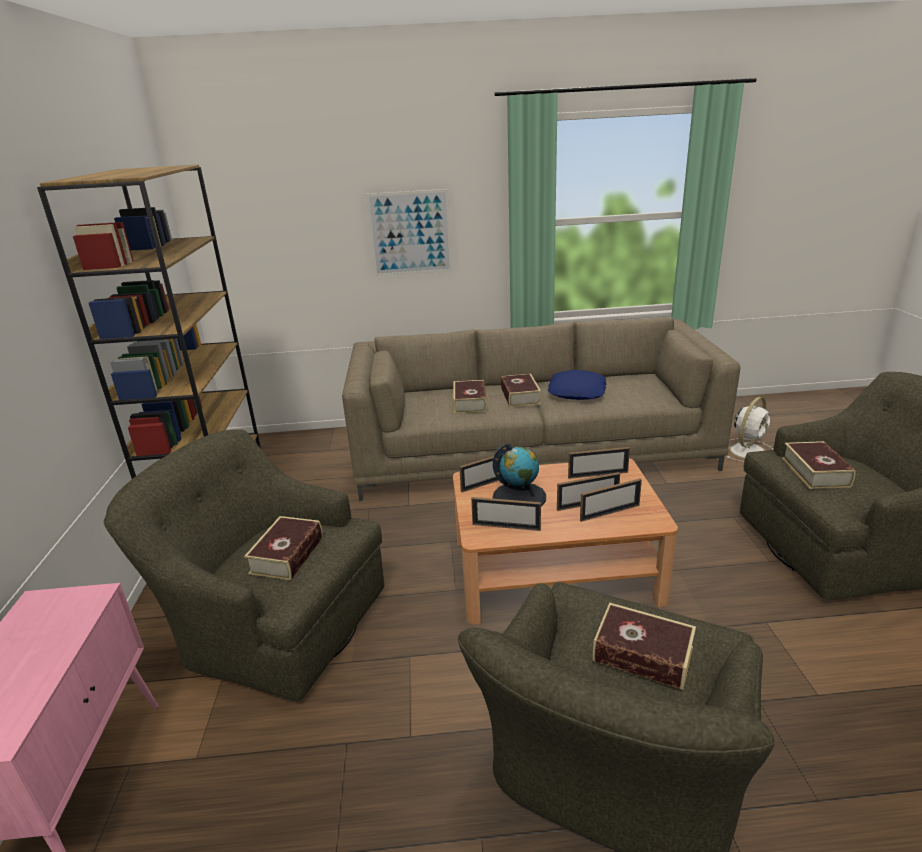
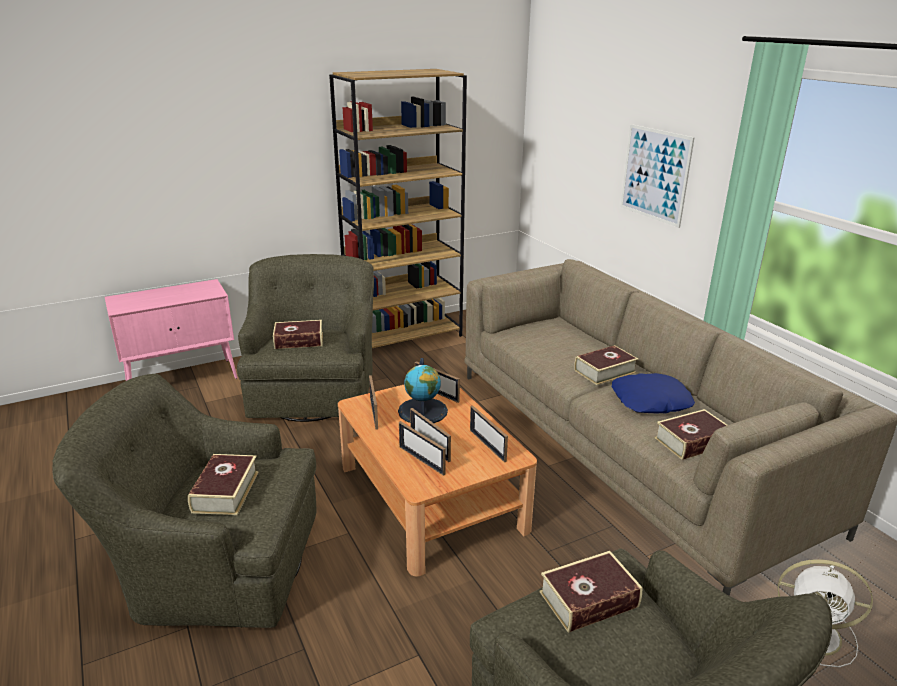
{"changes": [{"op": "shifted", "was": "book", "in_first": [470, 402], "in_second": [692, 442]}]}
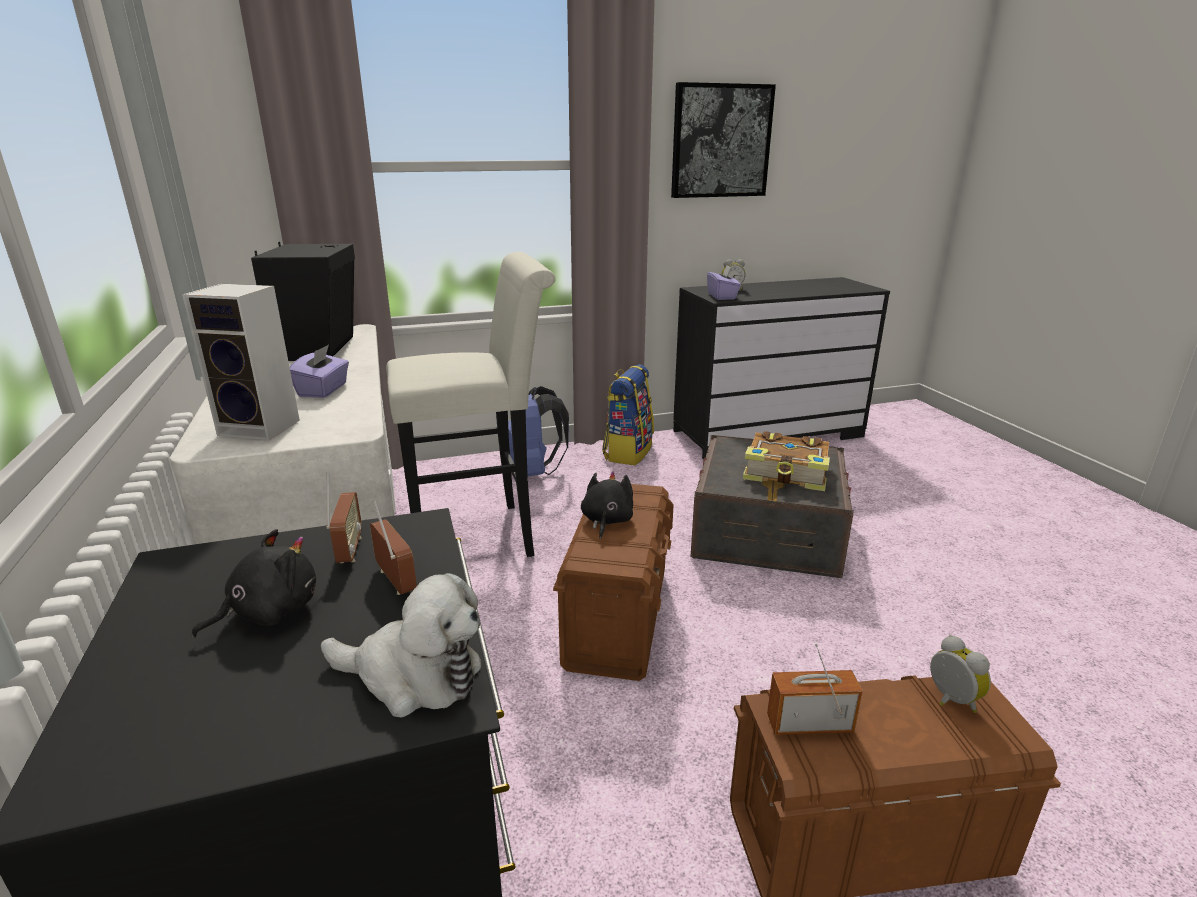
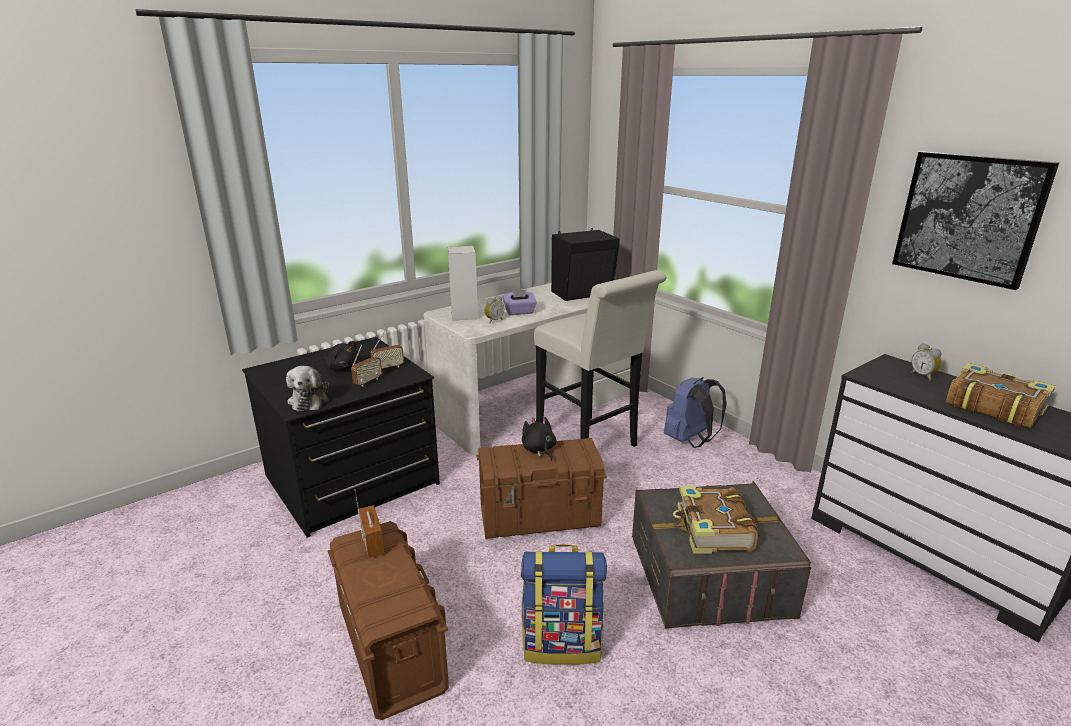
{"changes": [{"op": "gone", "was": "purple-coloured tissue box", "in_first": [722, 296]}, {"op": "shifted", "was": "rucksack", "in_first": [627, 452], "in_second": [562, 643]}, {"op": "rotated", "was": "black-coloured cuddly toy", "in_first": [606, 521], "in_second": [539, 450], "clockwise": -105}, {"op": "shifted", "was": "bedside clock", "in_first": [950, 700], "in_second": [494, 320]}, {"op": "new", "now": "book", "in_second": [992, 406]}]}
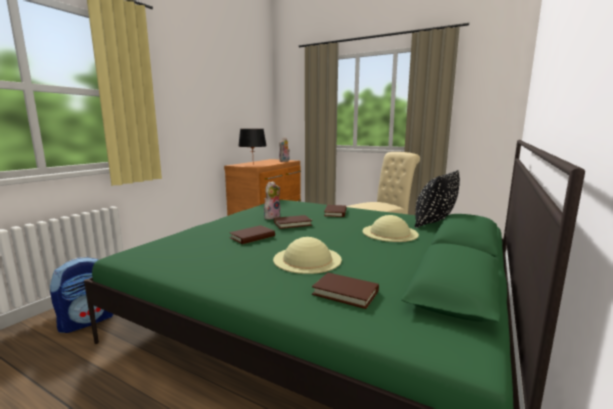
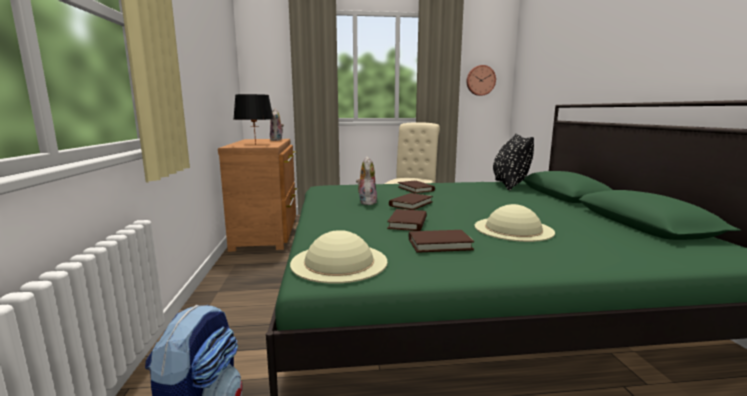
{"changes": [{"op": "shifted", "was": "beige-coloured hat", "in_first": [390, 232], "in_second": [339, 262]}, {"op": "shifted", "was": "brown book", "in_first": [345, 293], "in_second": [439, 244]}, {"op": "new", "now": "hanging clock", "in_second": [480, 80]}]}
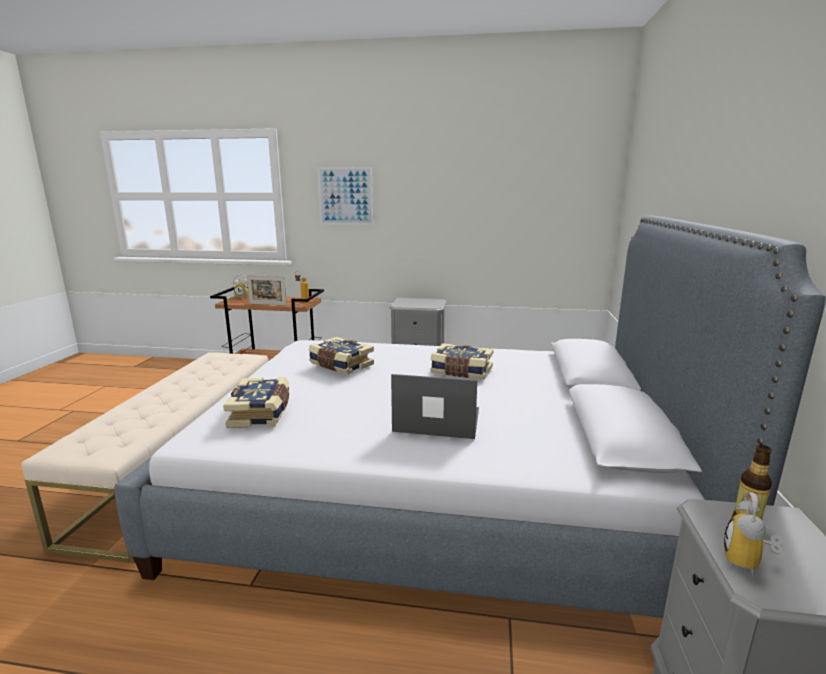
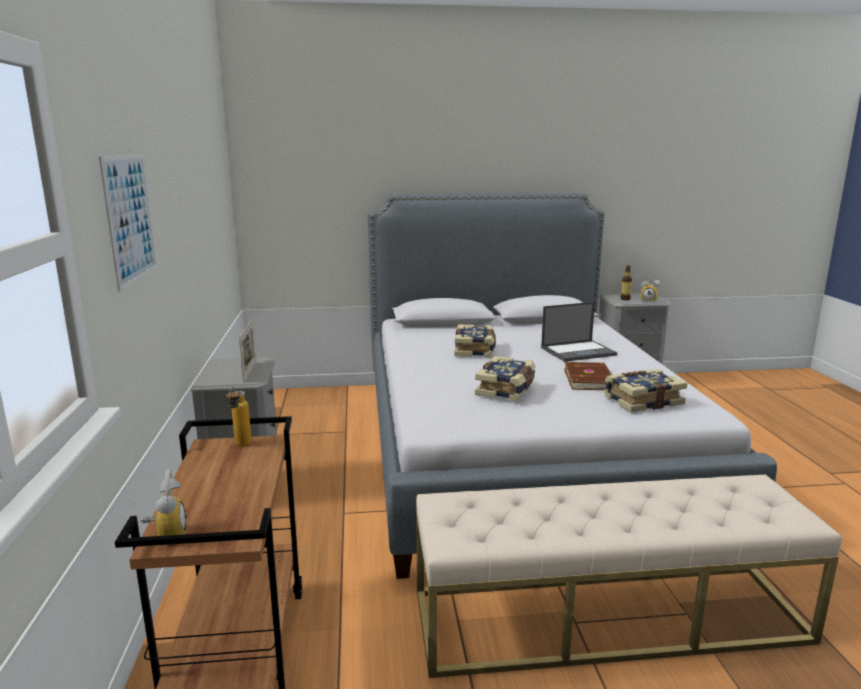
{"changes": [{"op": "shifted", "was": "picture frame", "in_first": [268, 304], "in_second": [249, 371]}, {"op": "rotated", "was": "portable computer", "in_first": [435, 421], "in_second": [578, 351], "clockwise": -105}, {"op": "new", "now": "brown book", "in_second": [590, 379]}]}
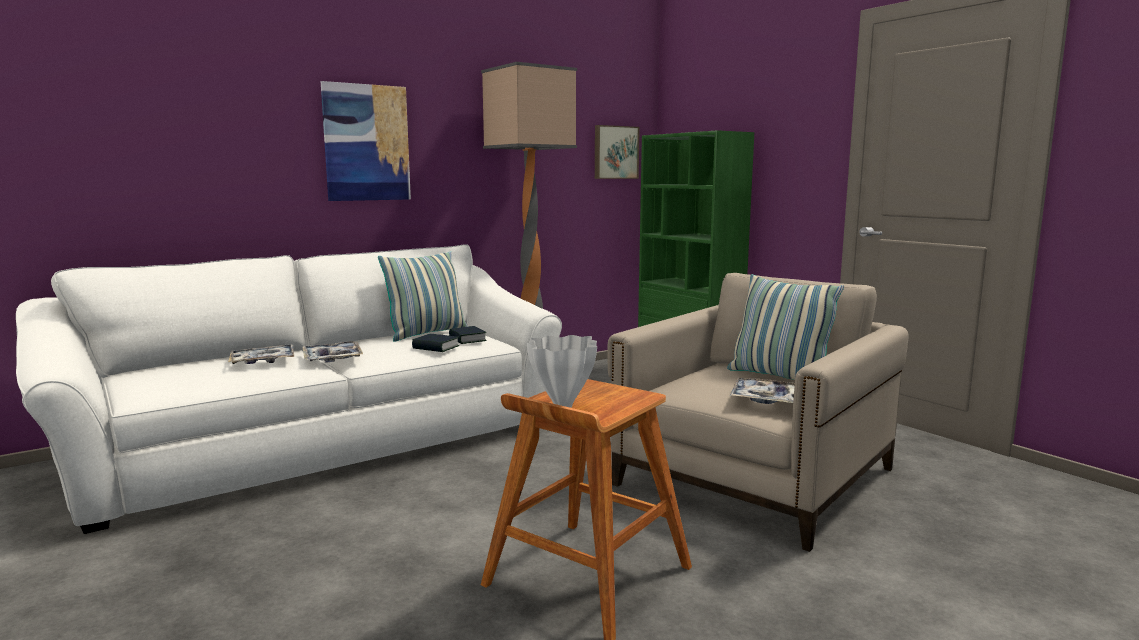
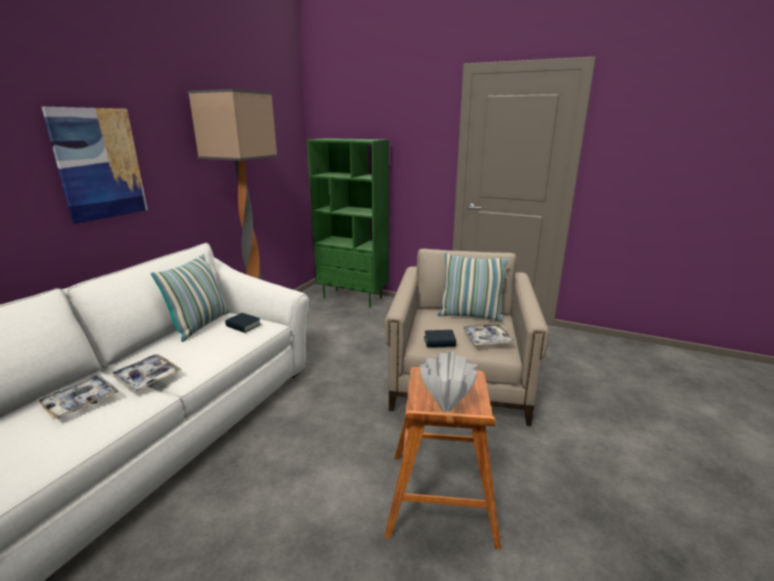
{"changes": [{"op": "gone", "was": "wall art", "in_first": [615, 152]}, {"op": "shifted", "was": "book", "in_first": [435, 347], "in_second": [439, 342]}]}
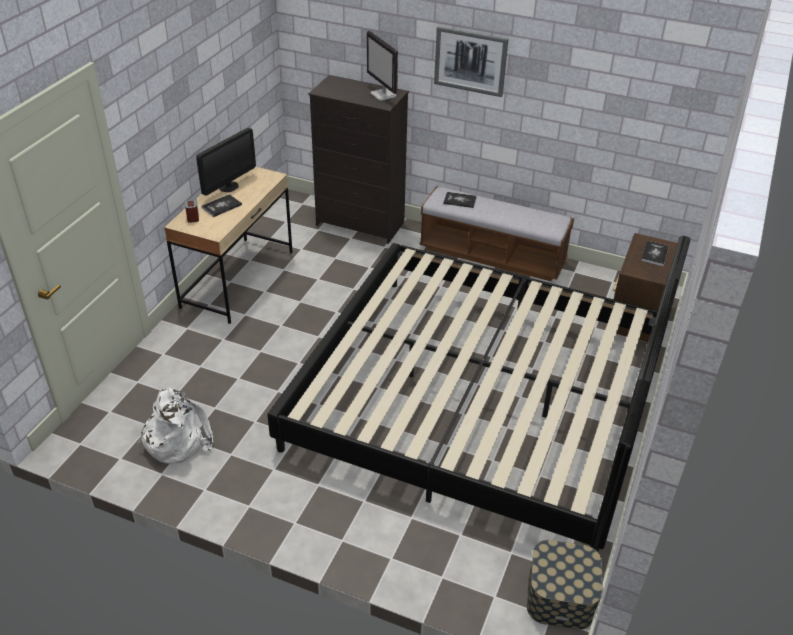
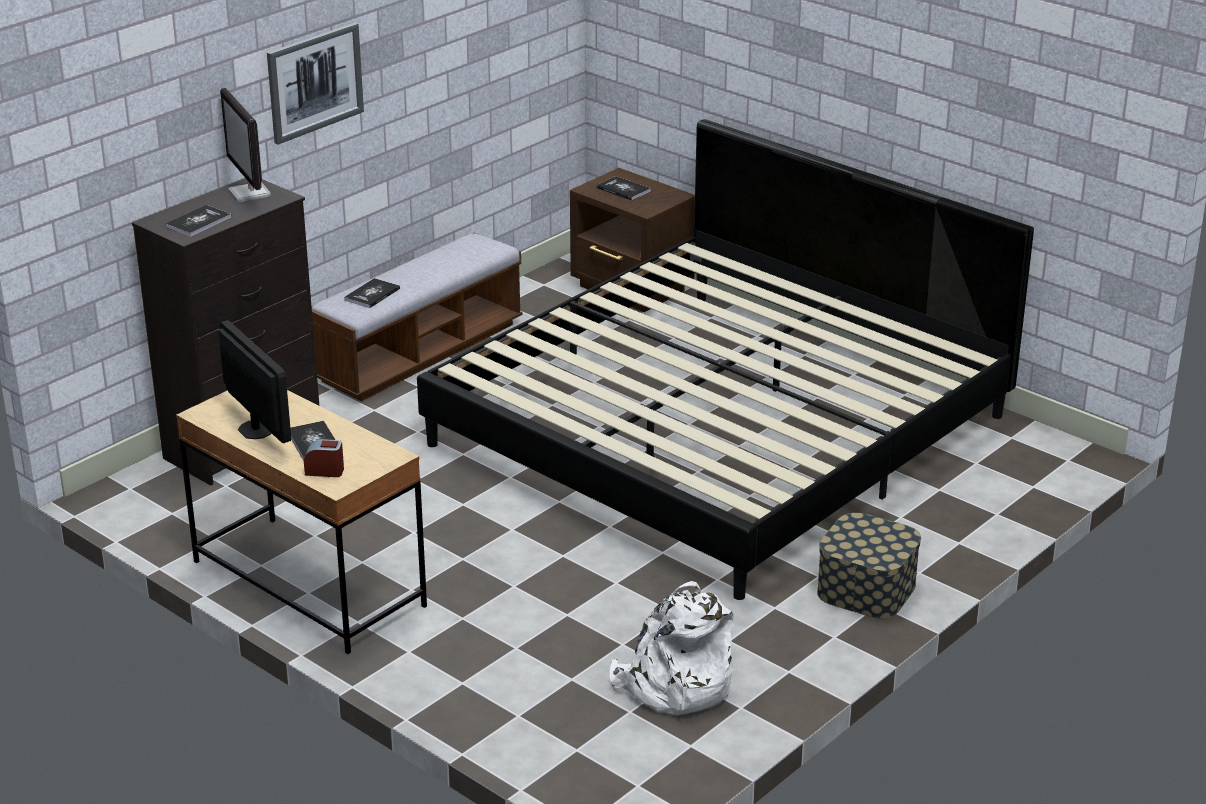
{"changes": [{"op": "rotated", "was": "computer display", "in_first": [383, 95], "in_second": [250, 193], "clockwise": 75}, {"op": "shifted", "was": "storage bin", "in_first": [560, 597], "in_second": [866, 588]}, {"op": "new", "now": "book", "in_second": [198, 222]}]}
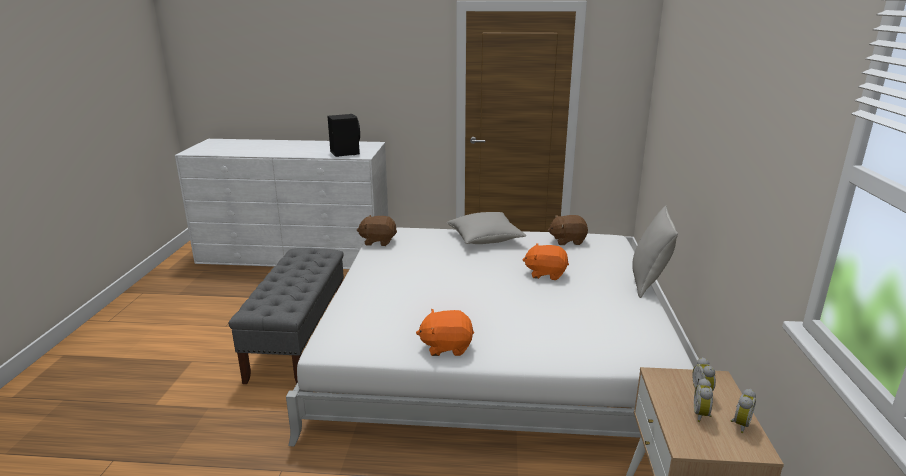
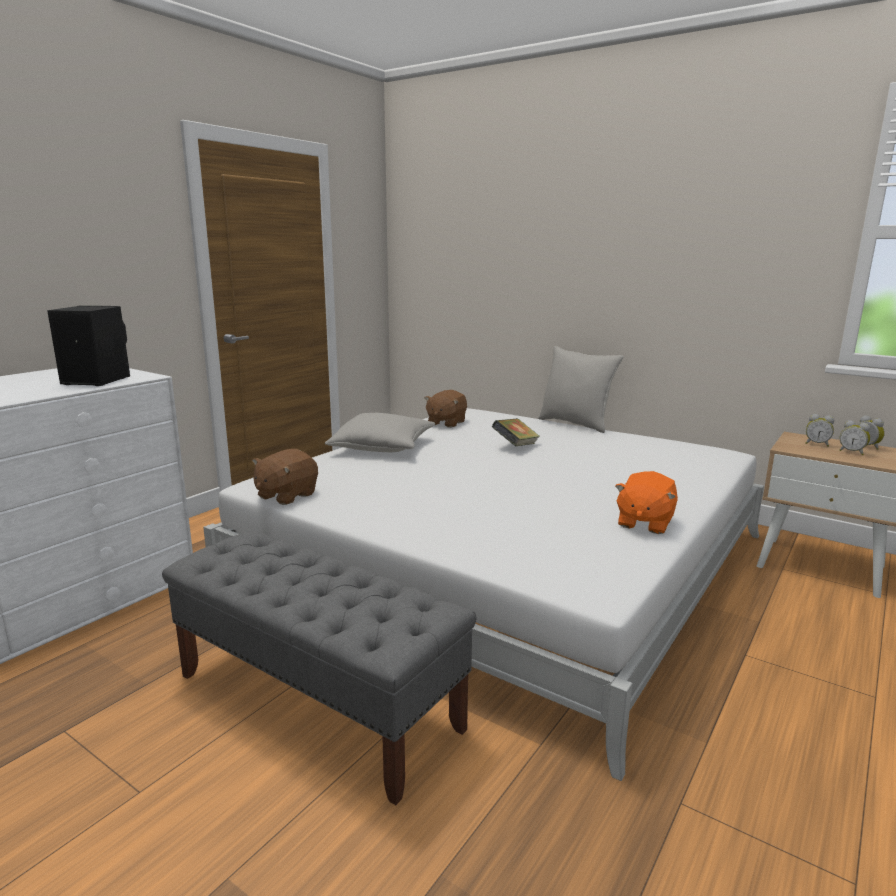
{"changes": [{"op": "swapped", "was": "orange cuddly toy", "now": "book", "in_first": [545, 274], "in_second": [515, 446]}]}
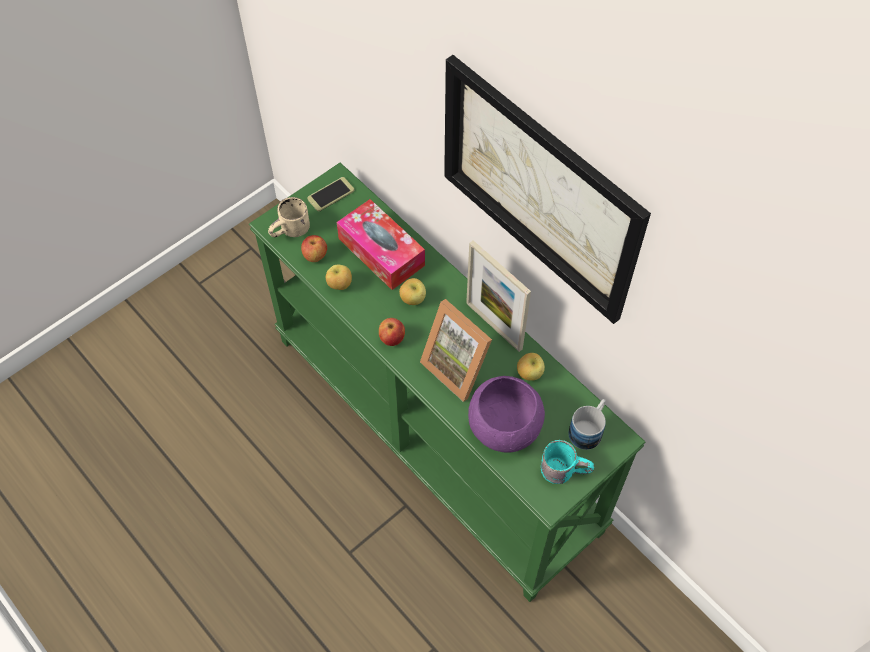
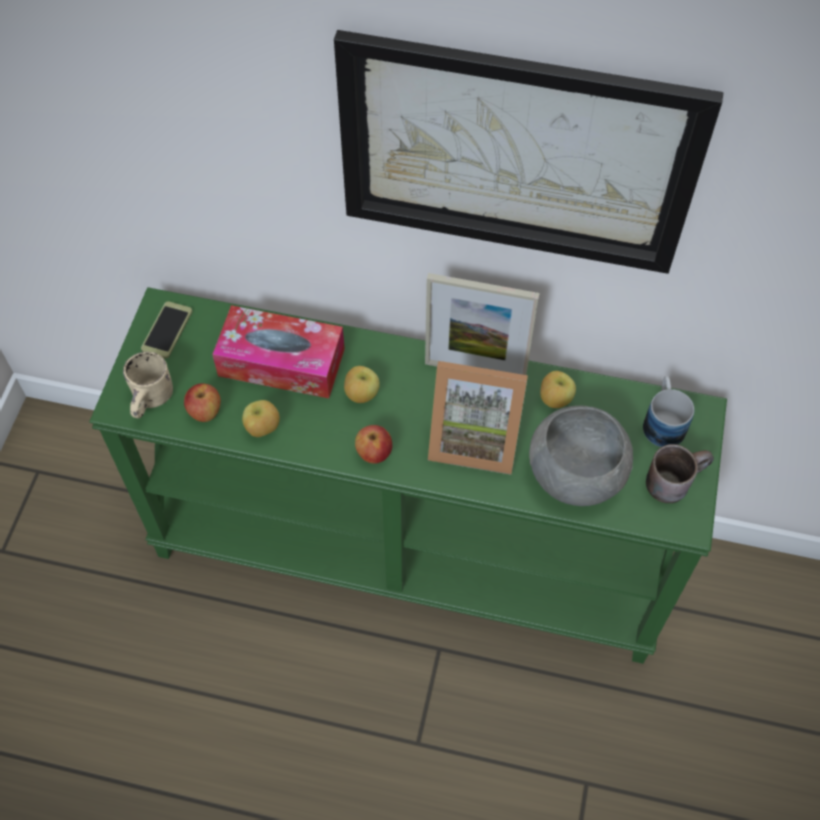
{"changes": [{"op": "repainted", "was": "purple-coloured serving bowl", "now": "grey serving bowl", "in_first": [504, 426], "in_second": [575, 473]}, {"op": "repainted", "was": "turquoise coffee mug", "now": "brown coffee mug", "in_first": [564, 468], "in_second": [672, 479]}]}
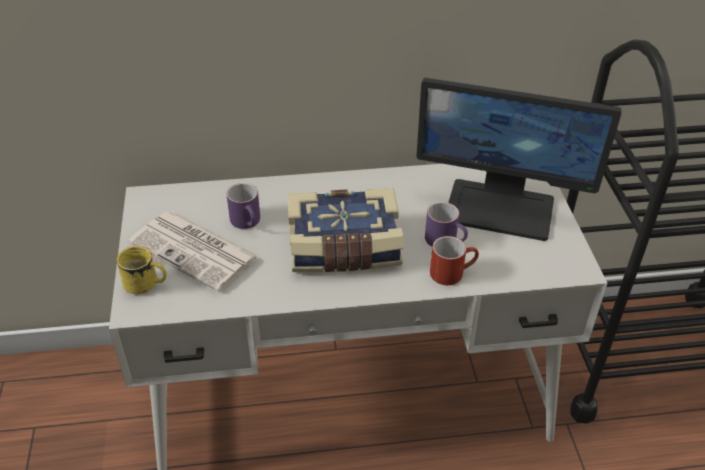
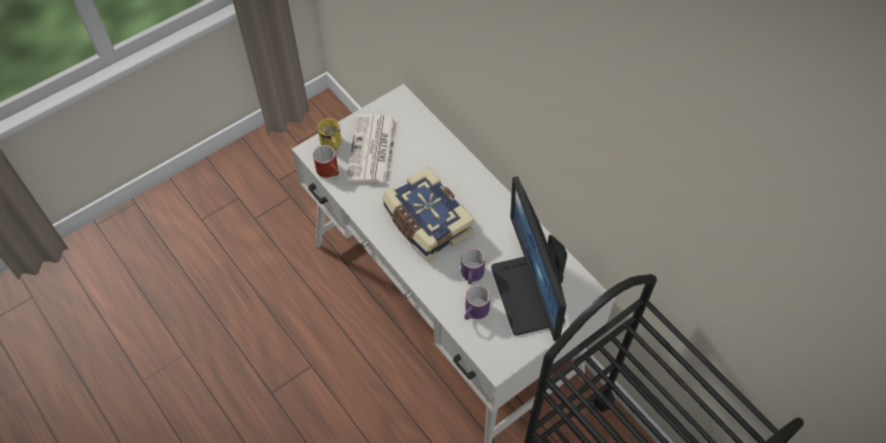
{"changes": [{"op": "shifted", "was": "purple-coloured coffee mug", "in_first": [248, 222], "in_second": [475, 312]}, {"op": "shifted", "was": "reddish coffee mug", "in_first": [452, 272], "in_second": [330, 171]}]}
